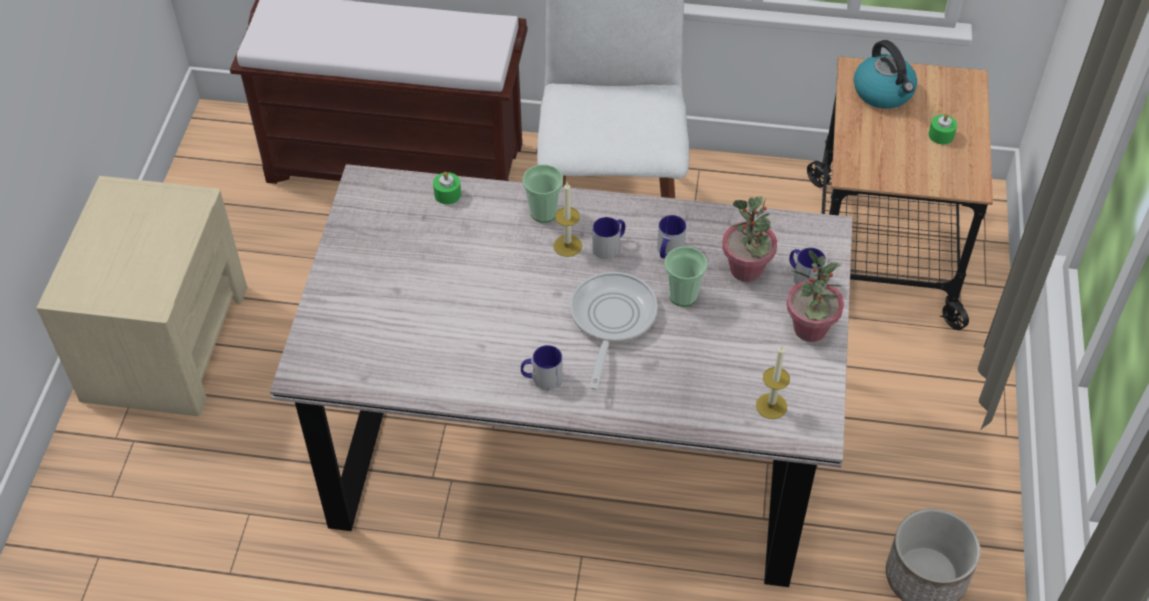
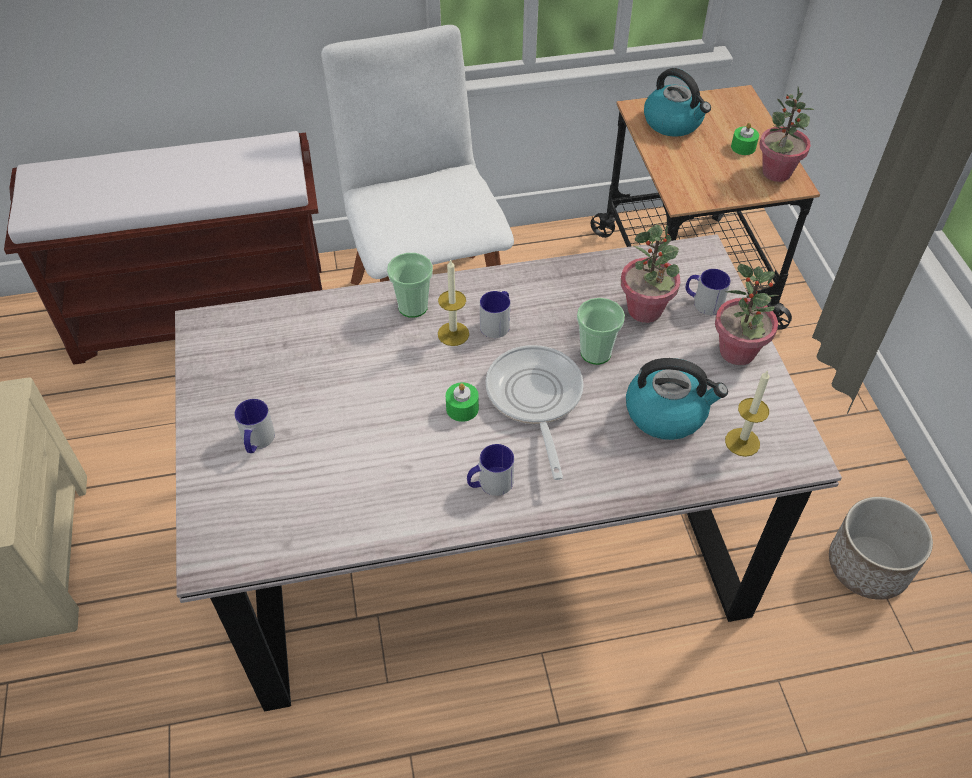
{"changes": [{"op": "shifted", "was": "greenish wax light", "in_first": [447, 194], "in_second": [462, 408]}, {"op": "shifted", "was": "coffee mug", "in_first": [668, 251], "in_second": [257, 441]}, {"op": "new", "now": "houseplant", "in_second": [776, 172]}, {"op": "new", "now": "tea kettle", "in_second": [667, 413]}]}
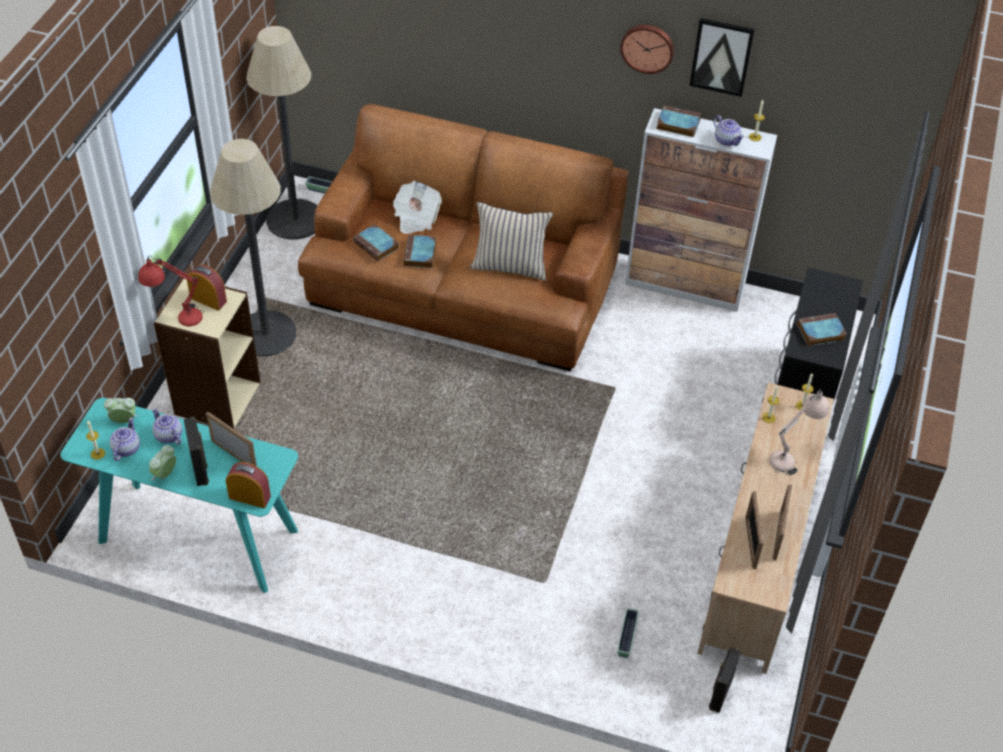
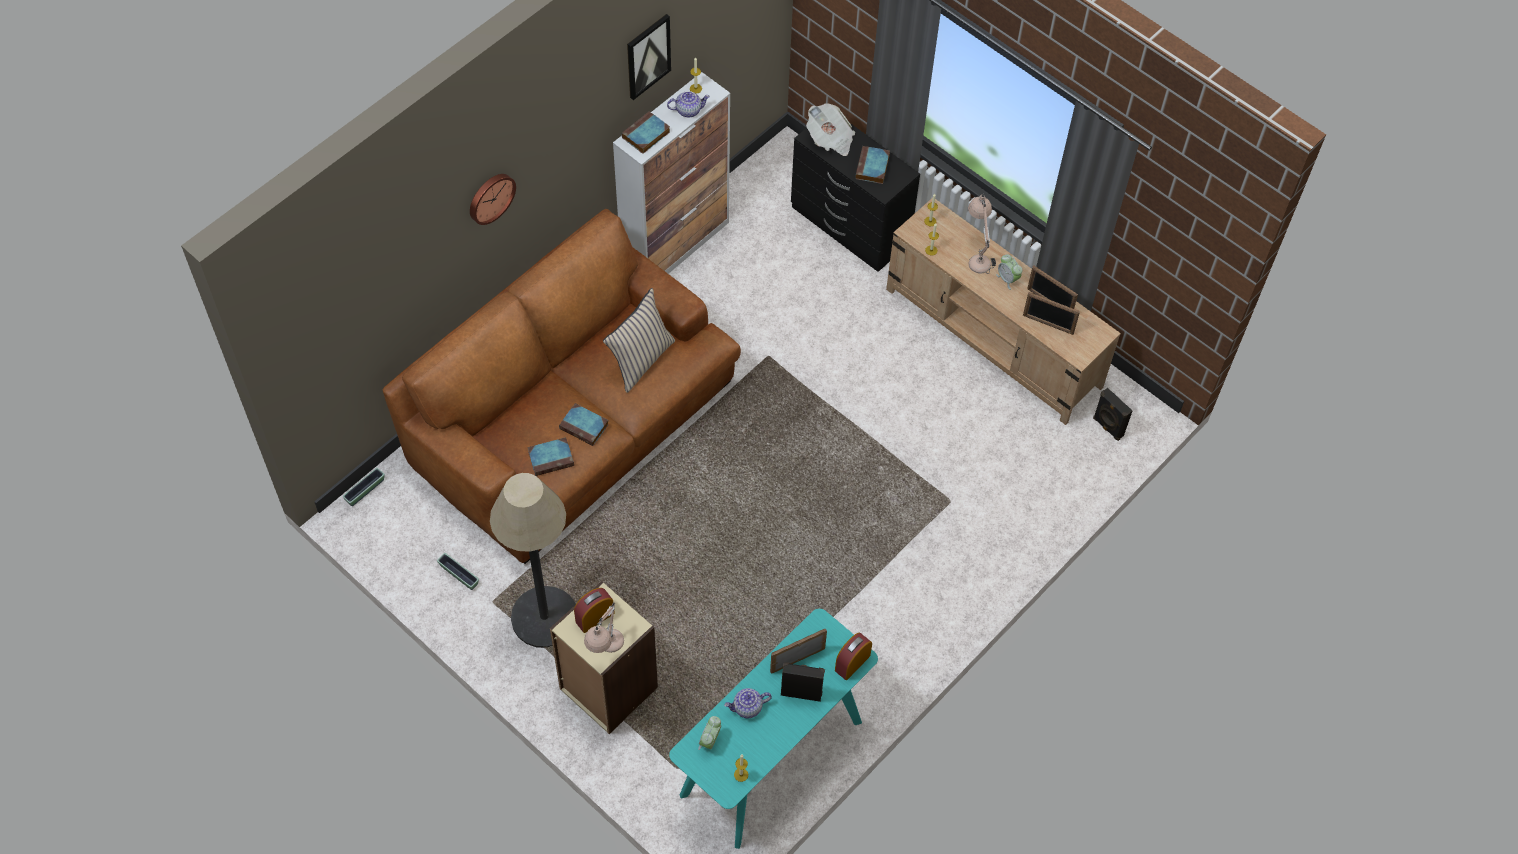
{"changes": [{"op": "shifted", "was": "hanging clock", "in_first": [647, 47], "in_second": [490, 197]}, {"op": "gone", "was": "floor lamp", "in_first": [295, 220]}, {"op": "shifted", "was": "daily paper", "in_first": [416, 218], "in_second": [830, 139]}, {"op": "repainted", "was": "reddish lamp for a table", "now": "beige-coloured lamp for a table", "in_first": [176, 318], "in_second": [605, 652]}, {"op": "gone", "was": "tea pot", "in_first": [126, 448]}, {"op": "shifted", "was": "bedside clock", "in_first": [165, 474], "in_second": [1007, 279]}, {"op": "shifted", "was": "flower pot", "in_first": [627, 637], "in_second": [459, 575]}]}
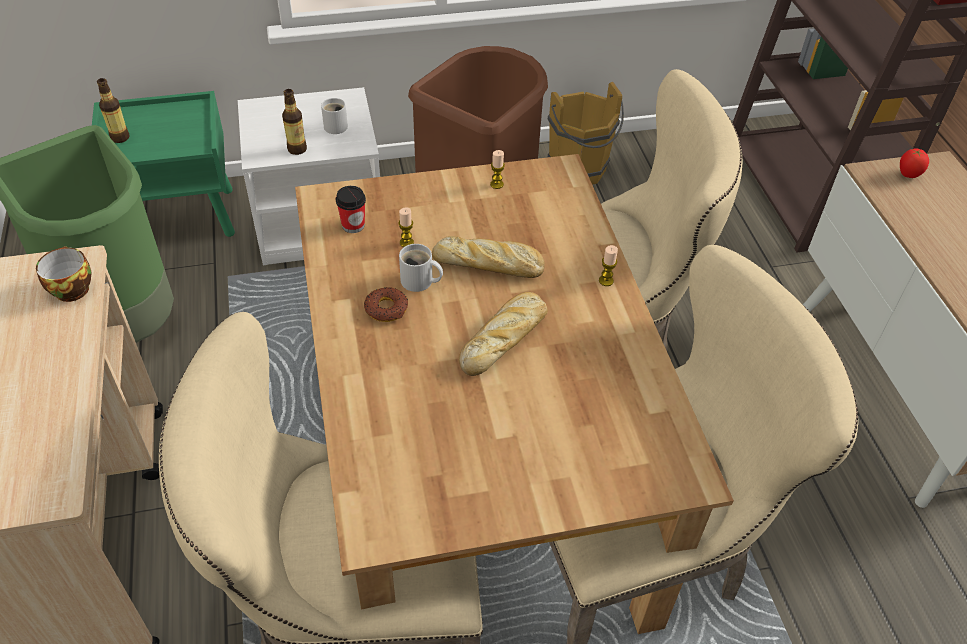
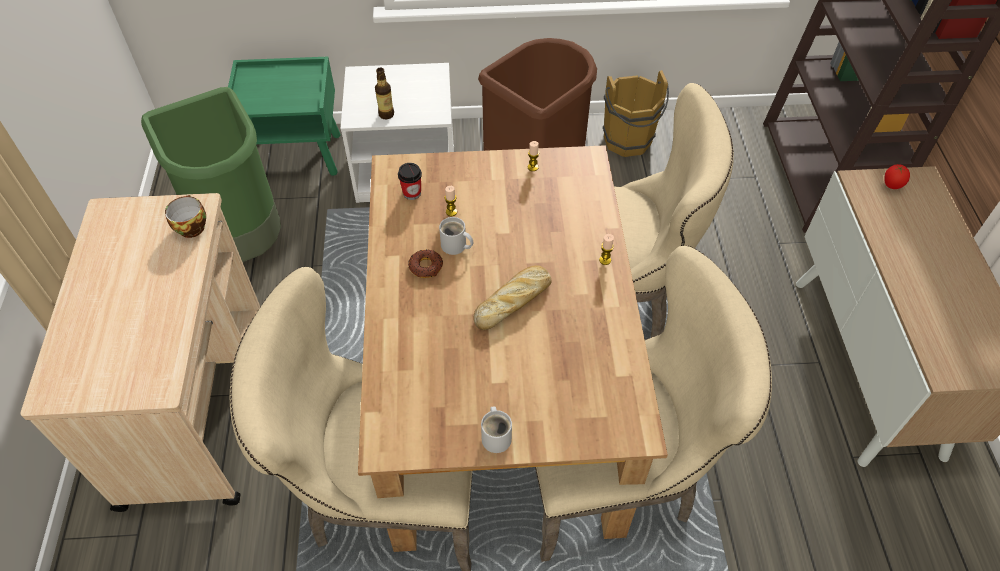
{"changes": [{"op": "gone", "was": "beverage bottle", "in_first": [120, 137]}, {"op": "shifted", "was": "white-coloured coffee mug", "in_first": [336, 125], "in_second": [497, 436]}, {"op": "gone", "was": "baked bread", "in_first": [490, 264]}]}
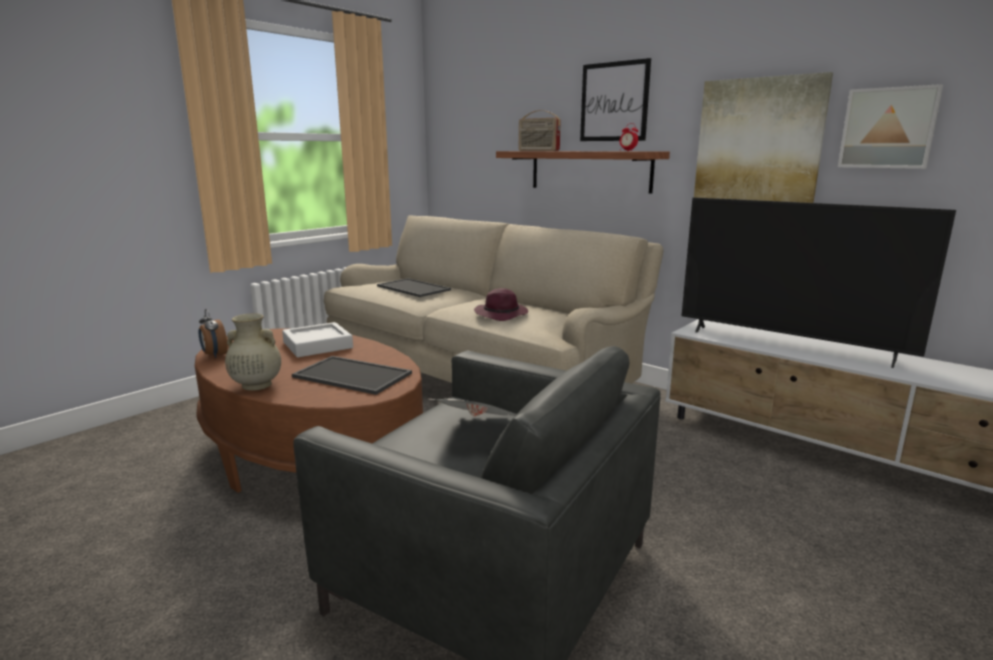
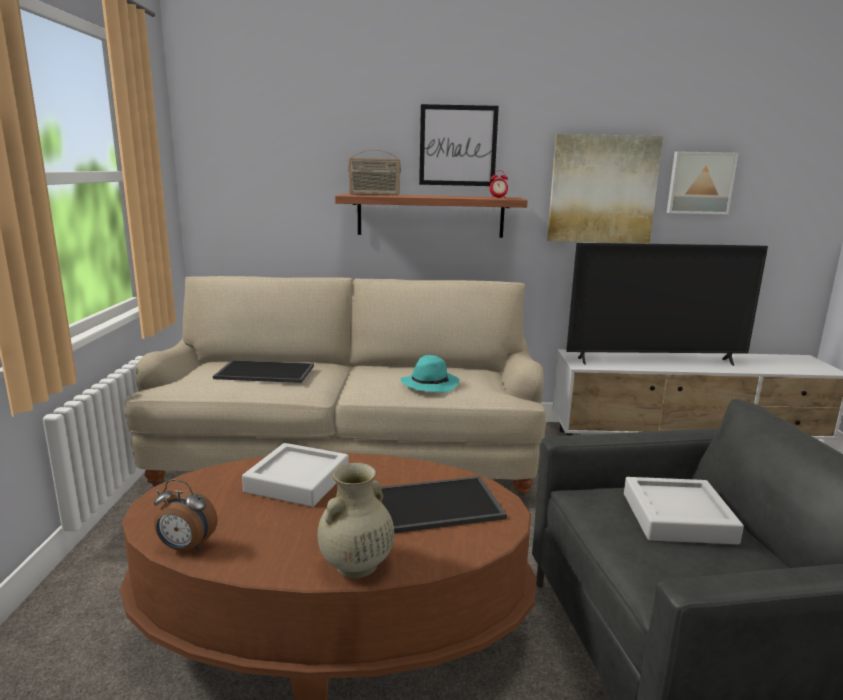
{"changes": [{"op": "repainted", "was": "purple-coloured hat", "now": "turquoise hat", "in_first": [502, 314], "in_second": [430, 384]}, {"op": "swapped", "was": "daily paper", "now": "grey serving tray", "in_first": [477, 430], "in_second": [677, 517]}]}
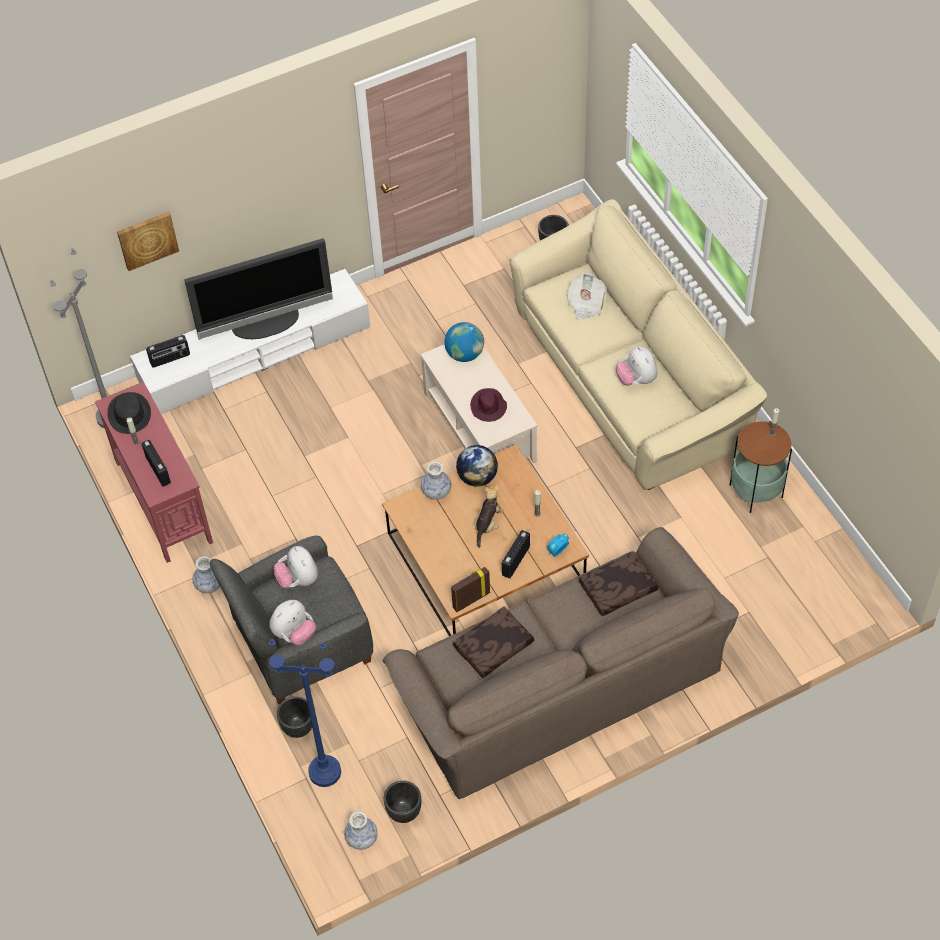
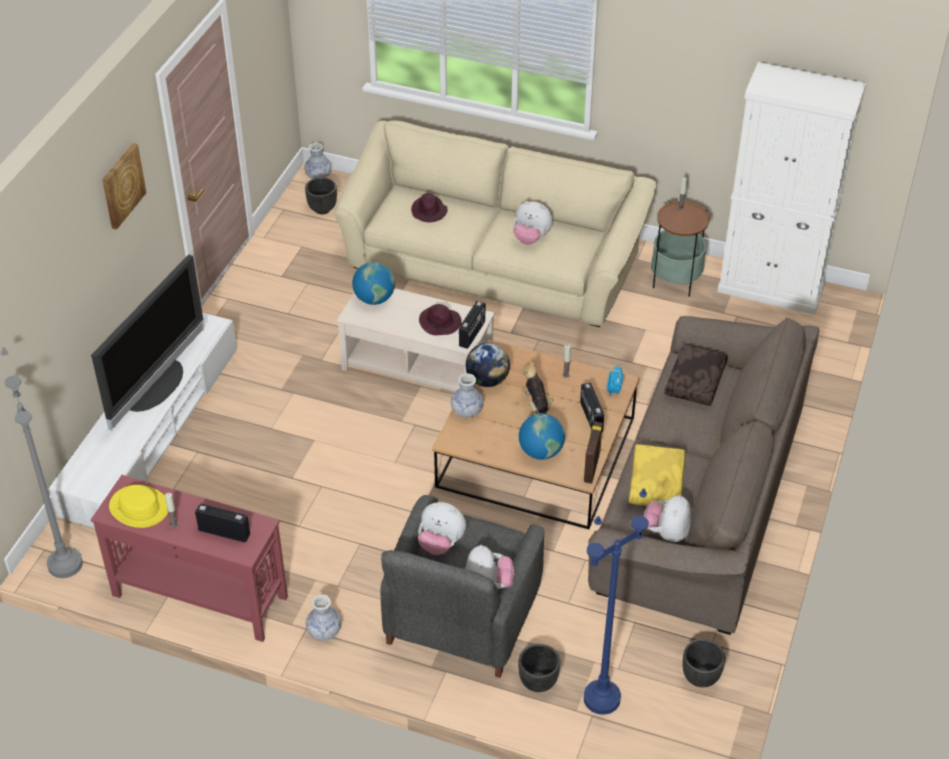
{"changes": [{"op": "shifted", "was": "wall art", "in_first": [147, 239], "in_second": [122, 185]}, {"op": "swapped", "was": "daily paper", "now": "purple-coloured hat", "in_first": [586, 304], "in_second": [429, 212]}, {"op": "shifted", "was": "radio set", "in_first": [170, 359], "in_second": [472, 334]}, {"op": "repainted", "was": "black-coloured hat", "now": "yellow-coloured hat", "in_first": [129, 414], "in_second": [139, 507]}, {"op": "repainted", "was": "brown pillow", "now": "yellow-coloured pillow", "in_first": [494, 647], "in_second": [657, 483]}, {"op": "shifted", "was": "vase", "in_first": [361, 838], "in_second": [318, 176]}, {"op": "new", "now": "white-coloured cupboard", "in_second": [771, 288]}, {"op": "new", "now": "desk globe", "in_second": [540, 452]}, {"op": "new", "now": "cuddly toy", "in_second": [666, 533]}]}
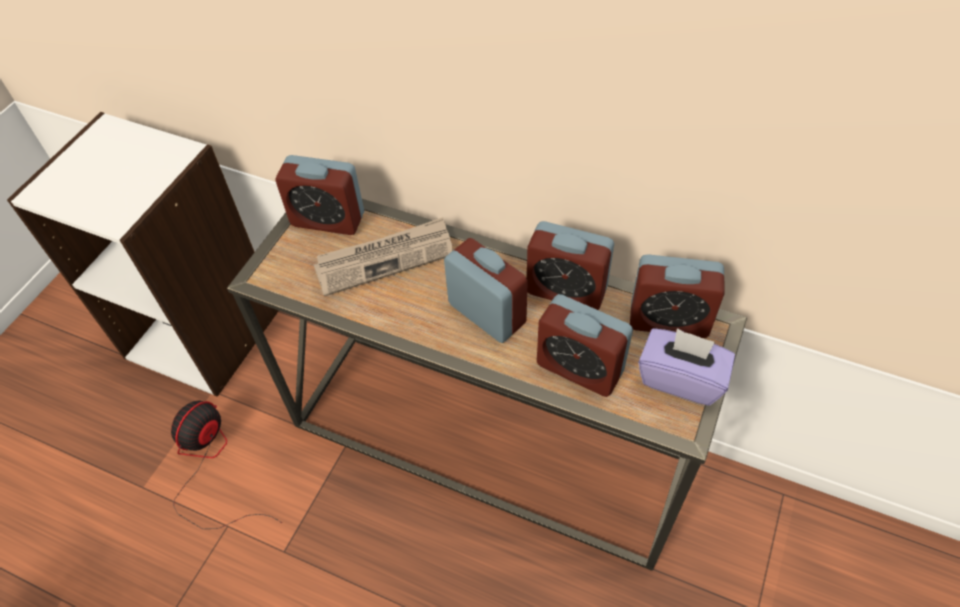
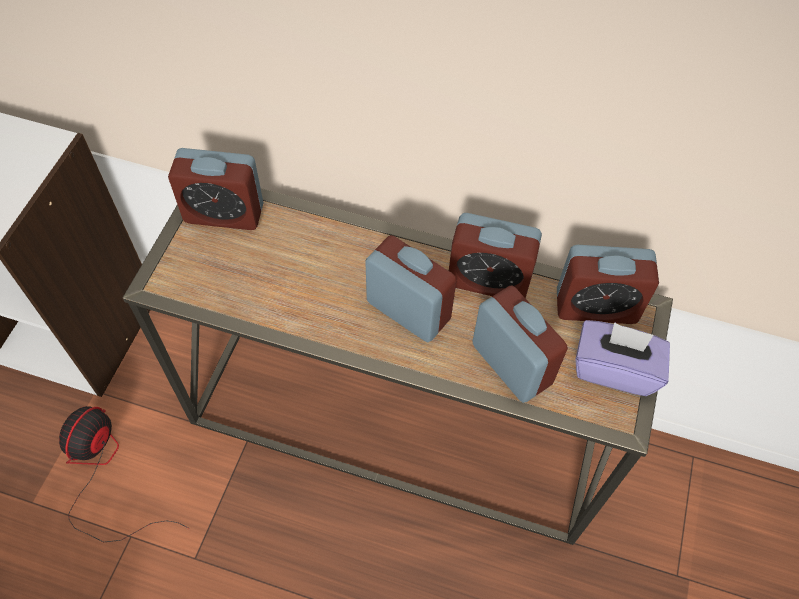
{"changes": [{"op": "gone", "was": "daily paper", "in_first": [385, 258]}, {"op": "rotated", "was": "bedside clock", "in_first": [579, 368], "in_second": [511, 364], "clockwise": -150}]}
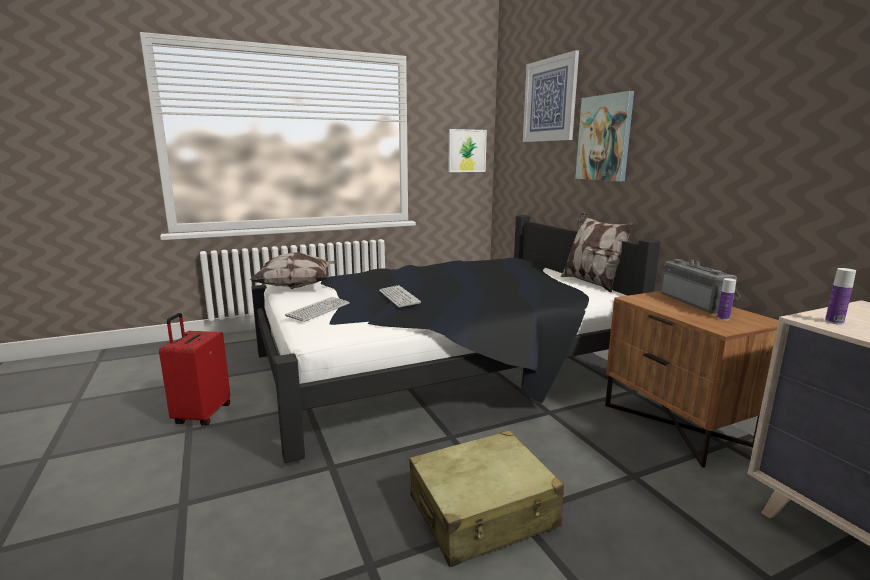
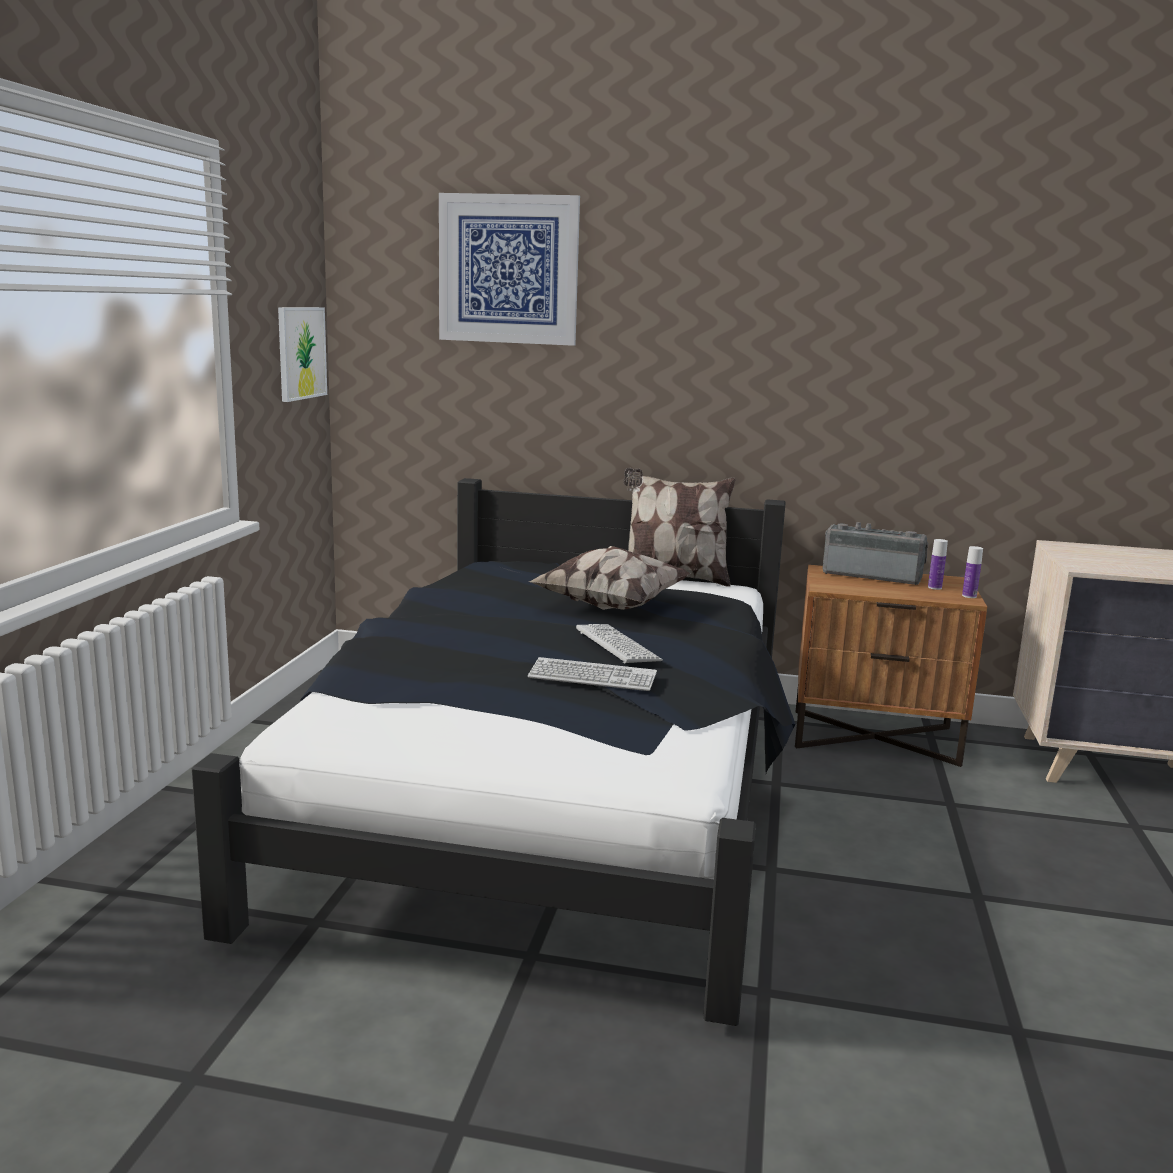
{"changes": [{"op": "gone", "was": "wall art", "in_first": [604, 138]}, {"op": "shifted", "was": "pillow", "in_first": [297, 286], "in_second": [610, 605]}, {"op": "shifted", "was": "beverage bottle", "in_first": [834, 322], "in_second": [969, 596]}, {"op": "shifted", "was": "computer keyboard", "in_first": [319, 310], "in_second": [617, 645]}, {"op": "gone", "was": "reddish travel case", "in_first": [201, 415]}, {"op": "gone", "was": "beige-coloured travel case", "in_first": [483, 512]}]}
